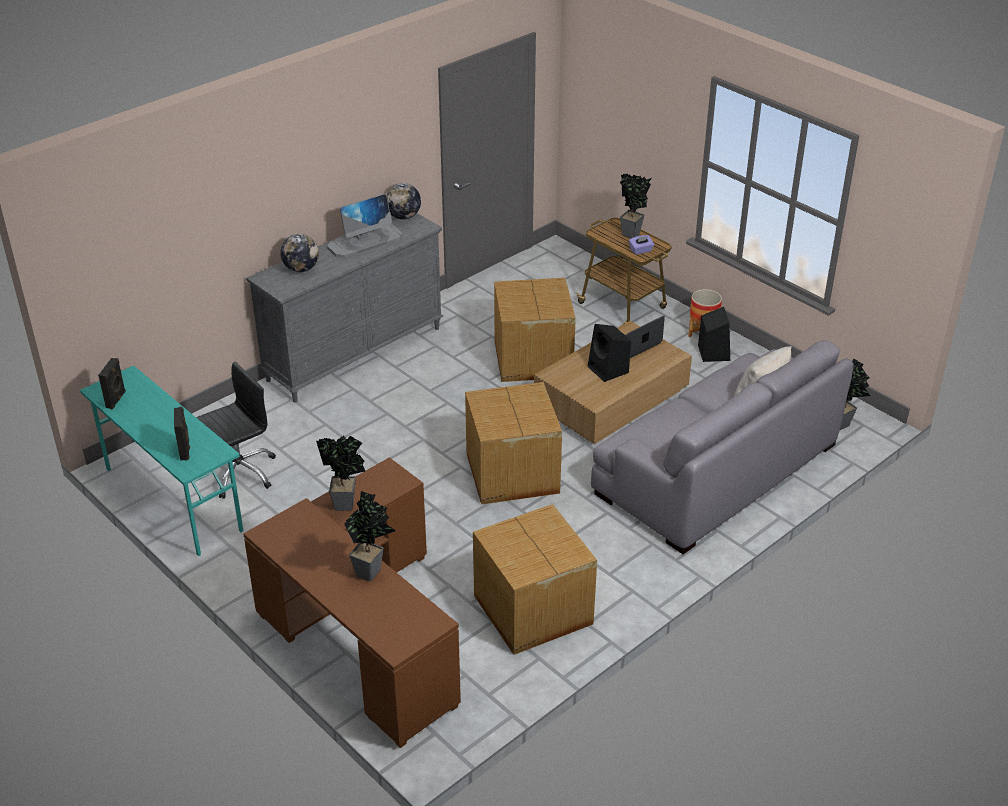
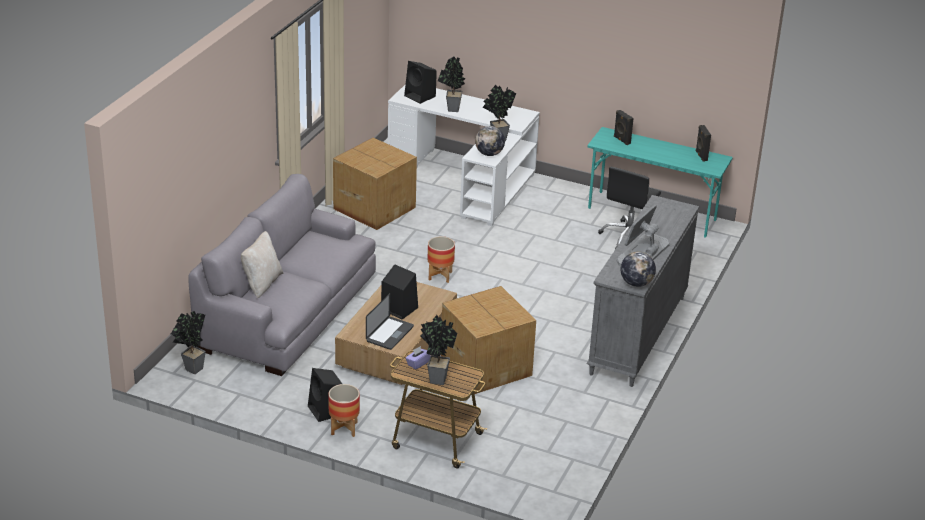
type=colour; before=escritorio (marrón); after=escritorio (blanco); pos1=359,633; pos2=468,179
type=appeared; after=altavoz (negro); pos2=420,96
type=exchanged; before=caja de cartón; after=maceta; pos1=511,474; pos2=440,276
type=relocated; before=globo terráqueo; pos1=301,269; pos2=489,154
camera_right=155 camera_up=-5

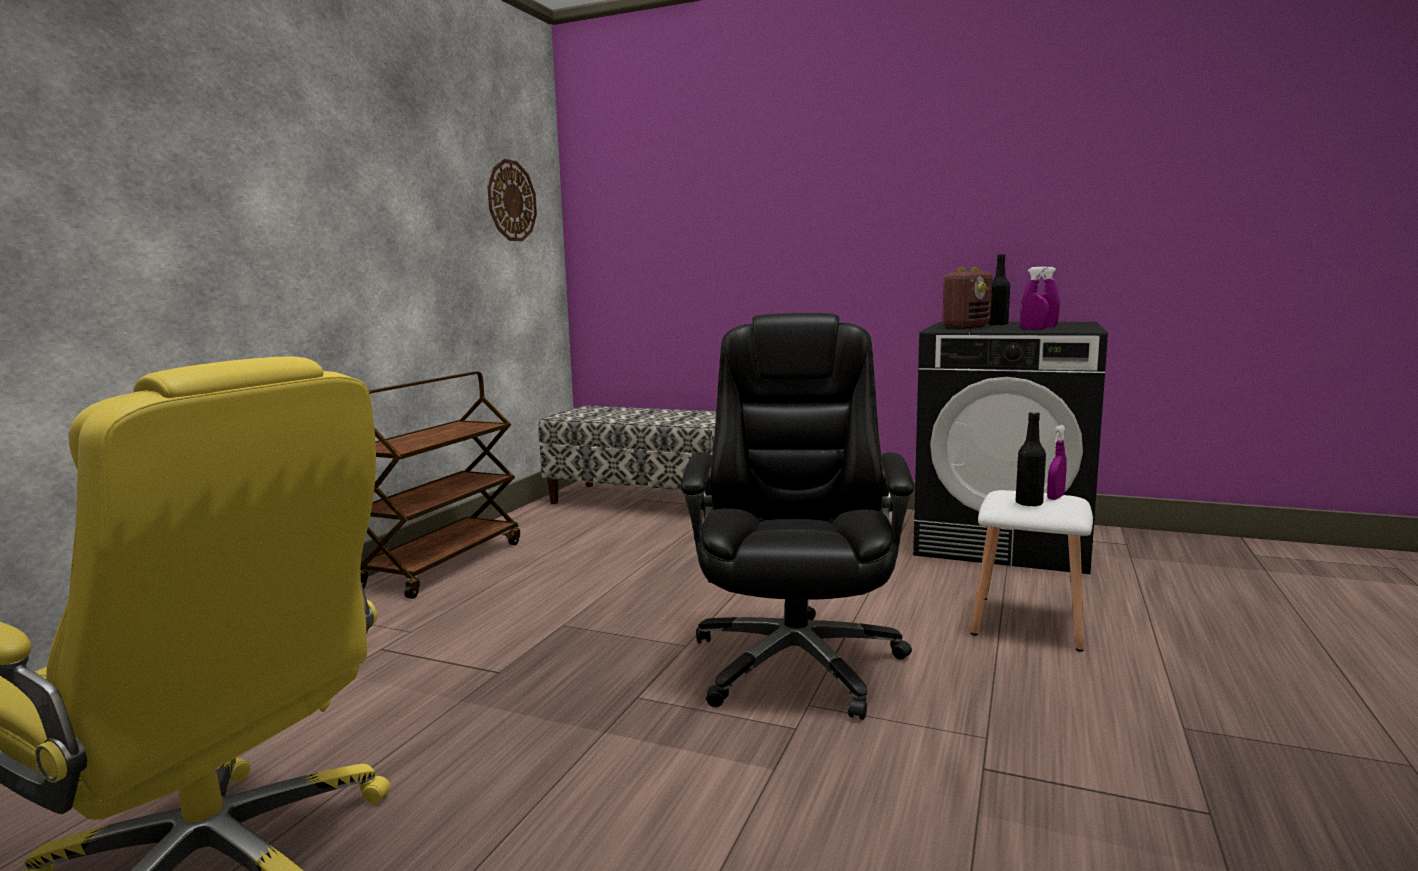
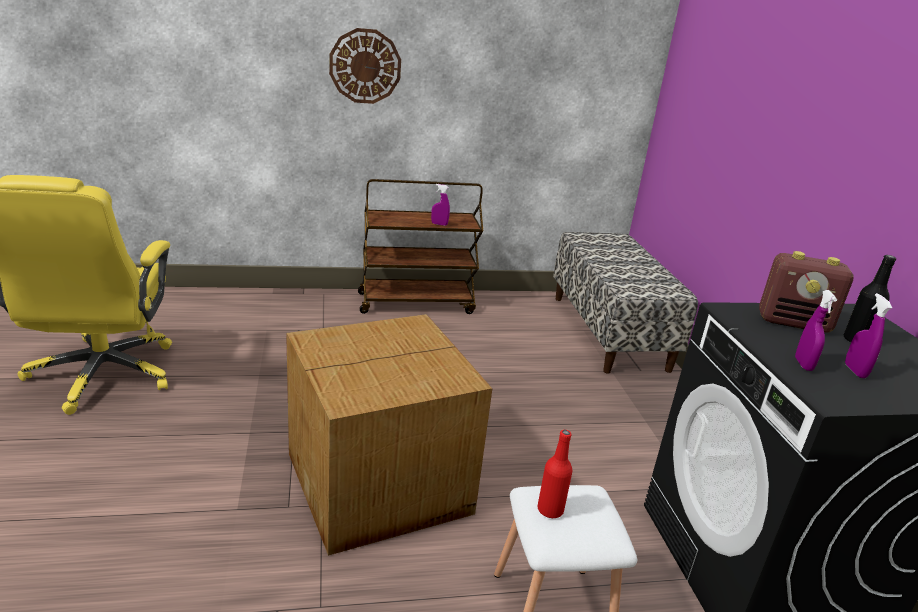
type=exchanged; before=silla de oficina (negro); after=caja de cartón; pos1=796,660; pos2=381,484
type=relocated; before=reloj de pared; pos1=511,201; pos2=365,66
type=relocated; before=pulverizador (morado); pos1=1055,497; pos2=439,224
type=colour; before=botella (negro); after=botella (rojo); pos1=1029,503; pos2=550,510
camera_right=55 camera_up=15

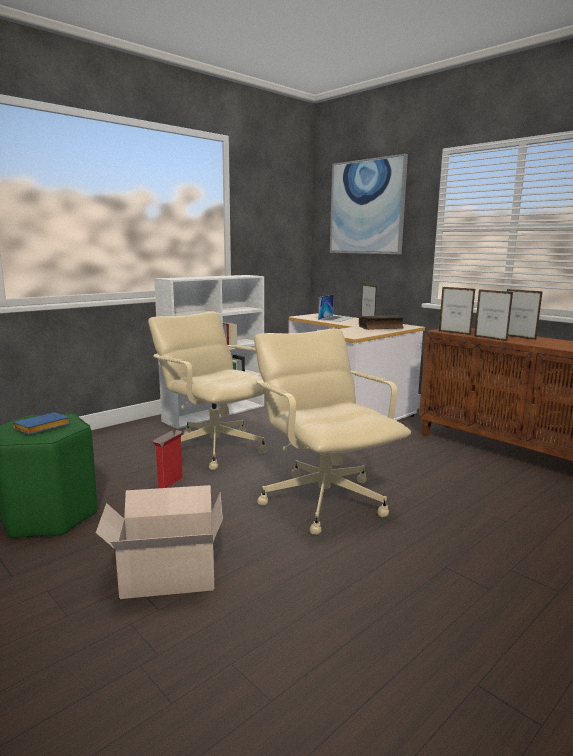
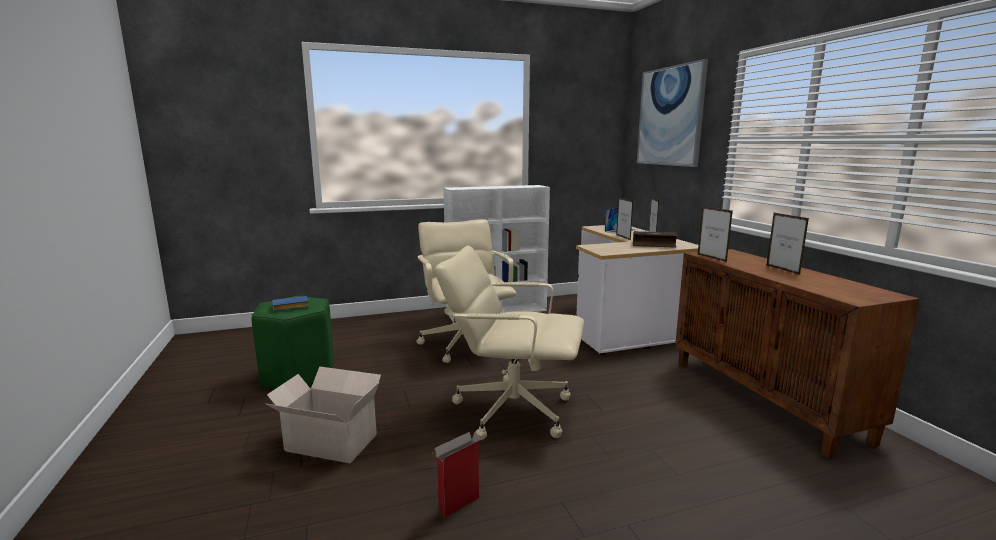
type=relocated; before=caja de cartón; pos1=170,483; pos2=458,505
type=spun; before=silla de oficina (beis); pos1=324,500; pos2=511,409; turn=-75
type=relocated; before=portarretratos; pos1=490,339; pos2=623,237
camera_right=25 camera_up=0

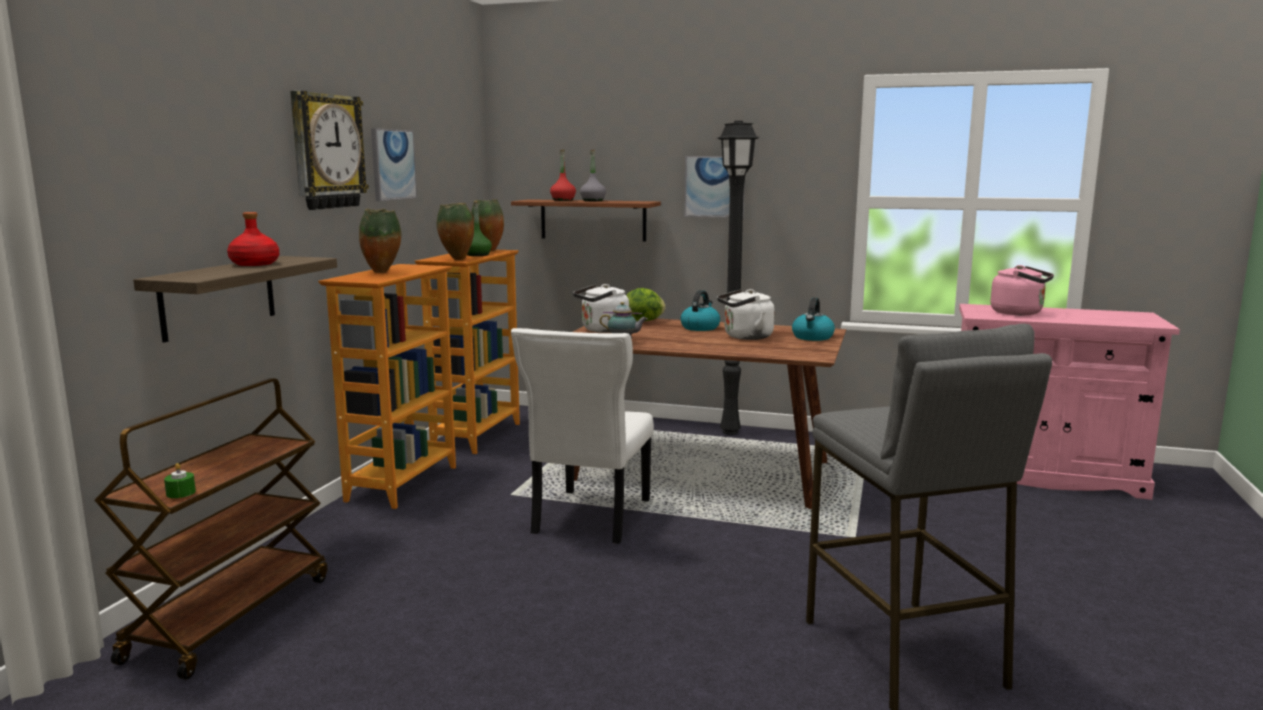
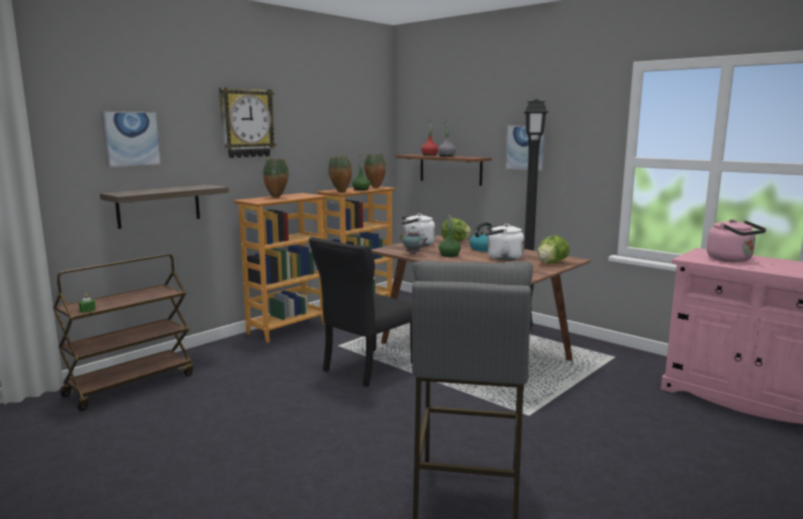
type=relocated; before=cuadro; pos1=393,164; pos2=131,138
type=colour; before=silla (blanco); after=silla (negro); pos1=589,518; pos2=366,368
type=appeared; after=botella (verde); pos2=449,255
type=exchanged; before=hervidor; after=lechuga; pos1=812,337; pos2=551,263
type=missing; before=botella (rojo); pos1=254,264
camera_right=25 camera_up=0

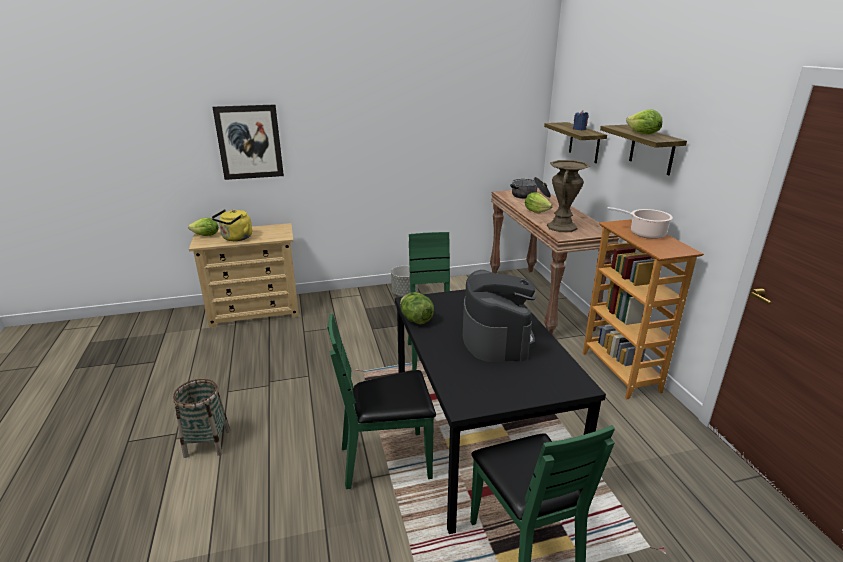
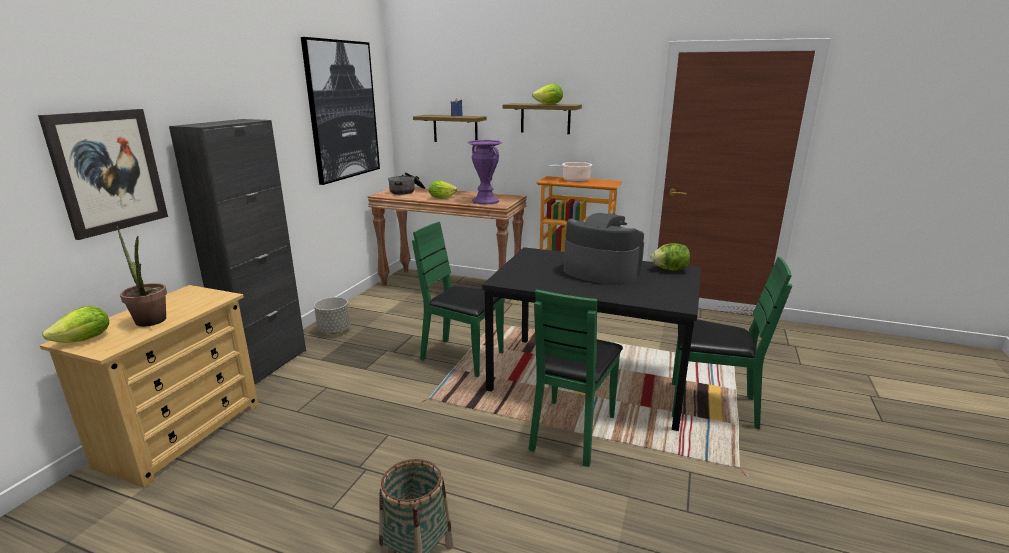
type=exchanged; before=hervidor (amarillo); after=planta en maceta; pos1=236,238; pos2=152,323
type=appeared; after=armario (negro); pos2=267,365
type=appeared; after=cuadro; pos2=343,110
type=colour; before=florero (marrón); after=florero (morado); pos1=562,227; pos2=485,201
type=relocated; before=lechuga; pos1=416,320; pos2=669,269
camera_right=-55 camera_up=-5

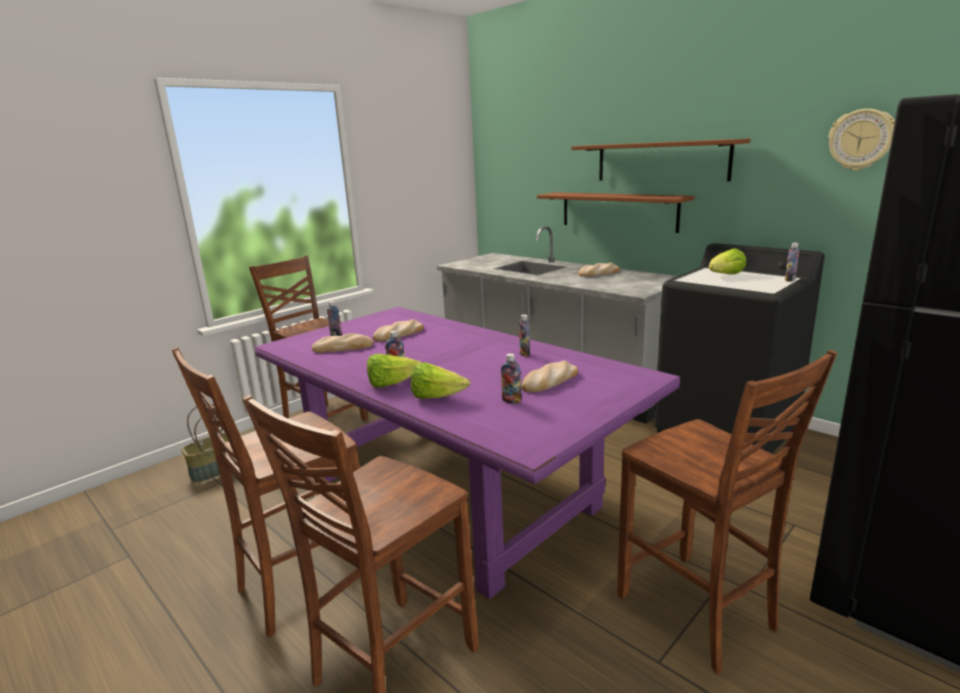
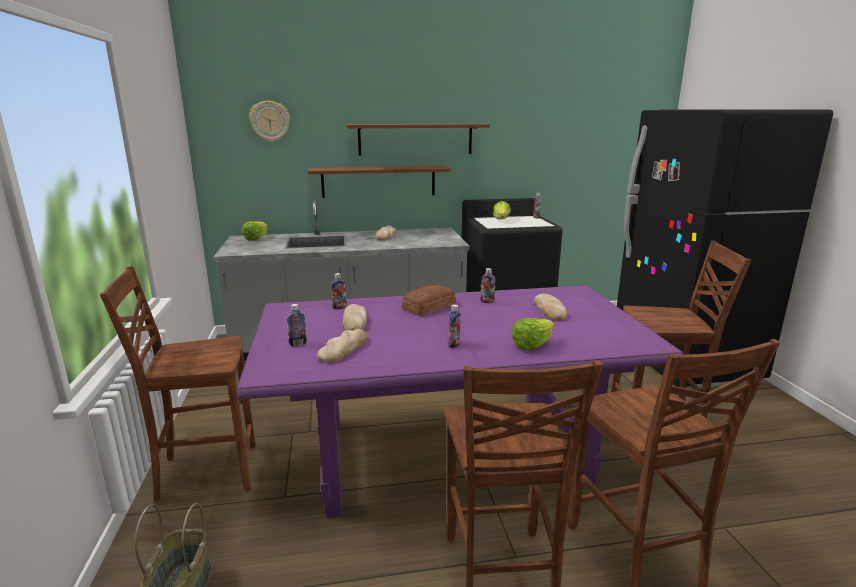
type=relocated; before=lechuga; pos1=391,384; pos2=256,238
type=relocated; before=reloj de pared; pos1=861,140; pos2=270,121
type=relocated; before=botella; pos1=511,401; pos2=339,307
type=appeared; after=pan; pos2=427,306
camera_right=-55 camera_up=0

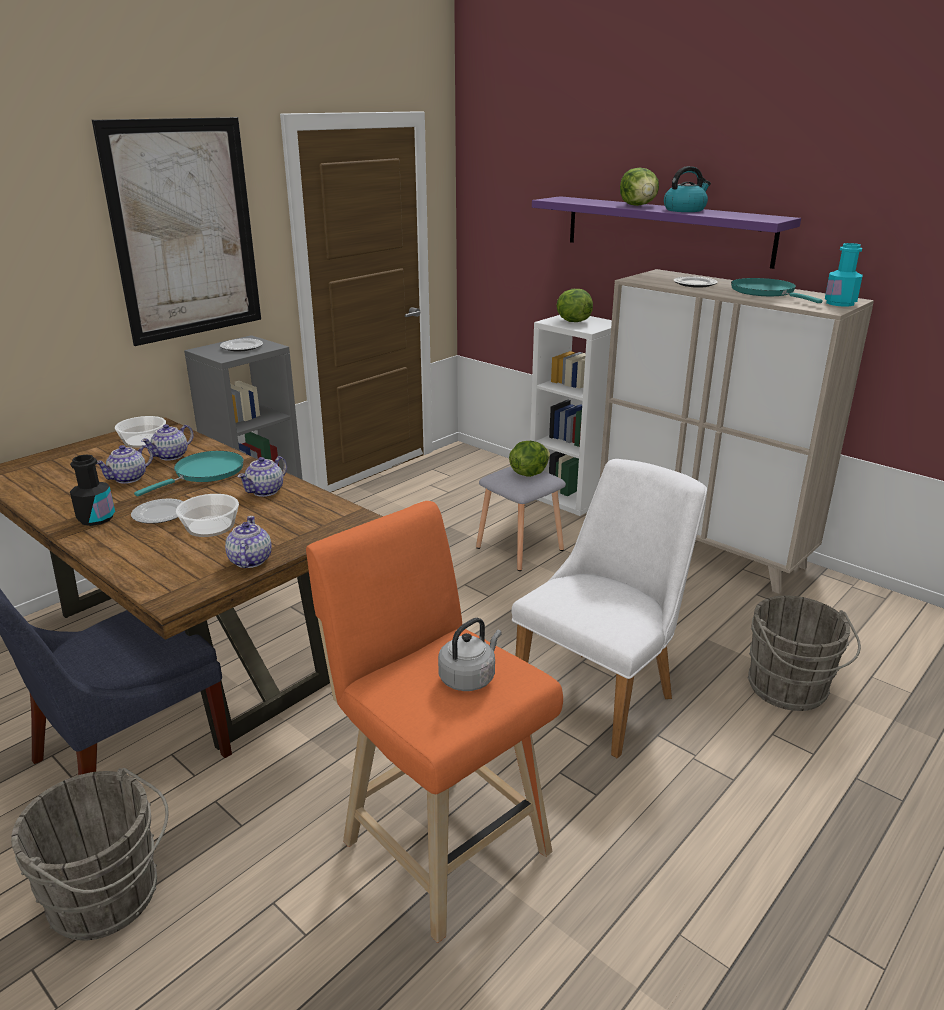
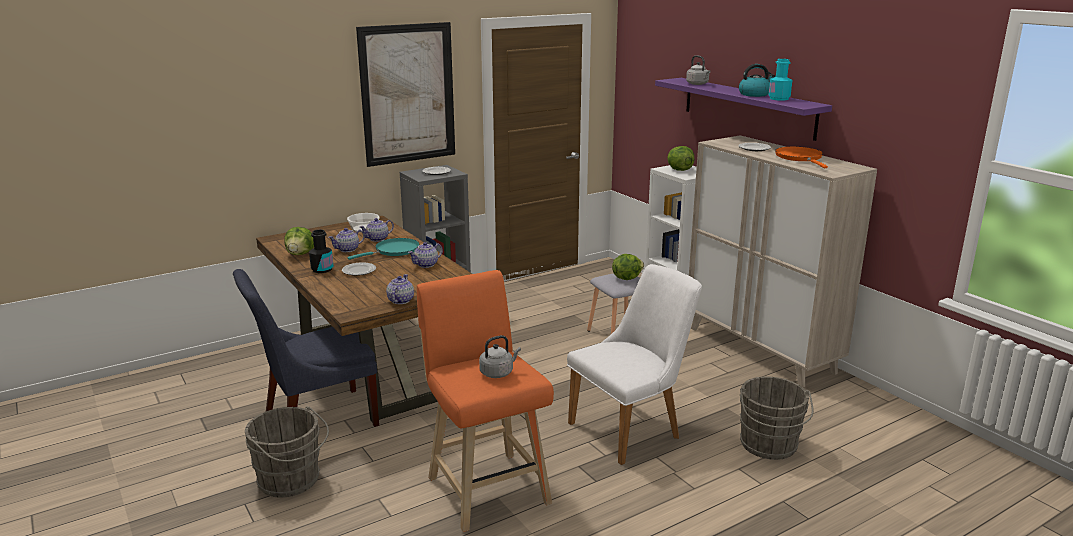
type=relocated; before=lechuga; pos1=638,205; pos2=301,254
type=appeared; after=hervidor (gris); pos2=698,84
type=relocated; before=botella (turquesa); pos1=840,303; pos2=779,99
type=colour; before=sartén (turquesa); after=sartén (naranja); pos1=766,292; pos2=800,158
type=missing; before=cuenco; pos1=210,526
camera_right=15 camera_up=-5

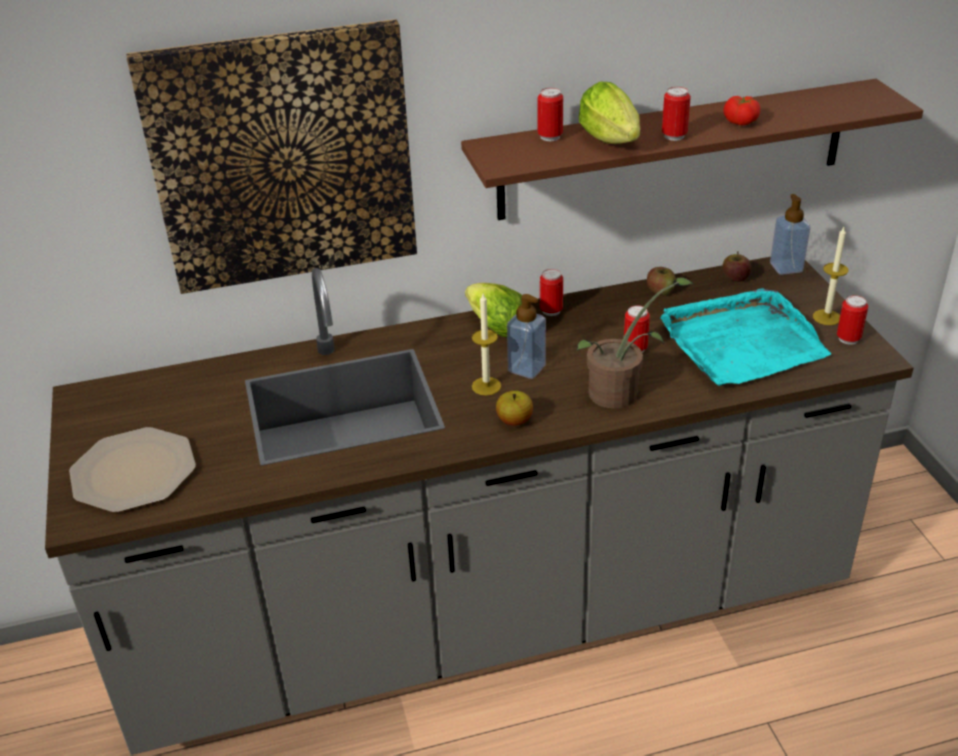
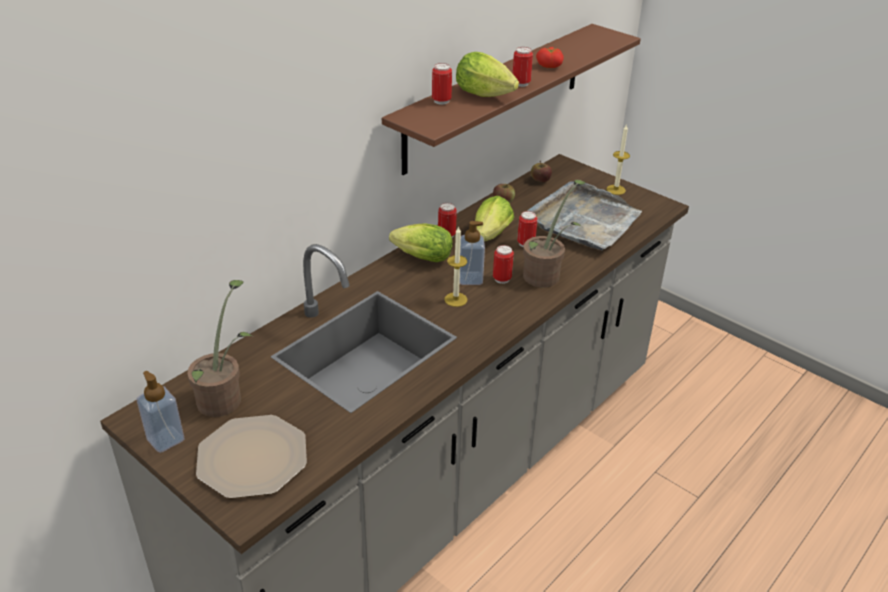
type=relocated; before=dispensador de jabón; pos1=786,267; pos2=165,439
type=appeared; after=planta en maceta; pos2=224,397
type=appeared; after=lechuga; pos2=490,237
type=relocated; before=lata; pos1=848,339; pos2=502,279
type=colour; before=bandeja (turquesa); after=bandeja (gris); pos1=741,343; pos2=584,220
type=missing; before=cuadro; pos1=283,158
type=missing; before=manzana; pos1=514,421
camera_right=-35 camera_up=0

